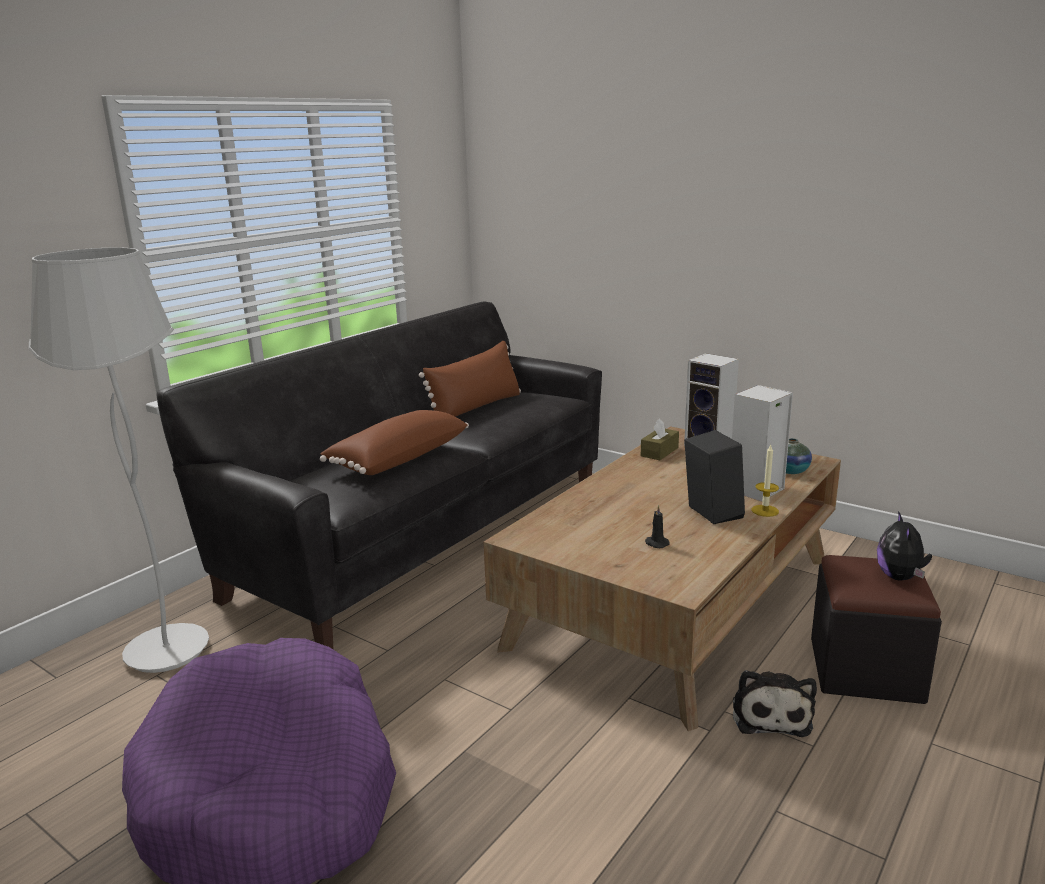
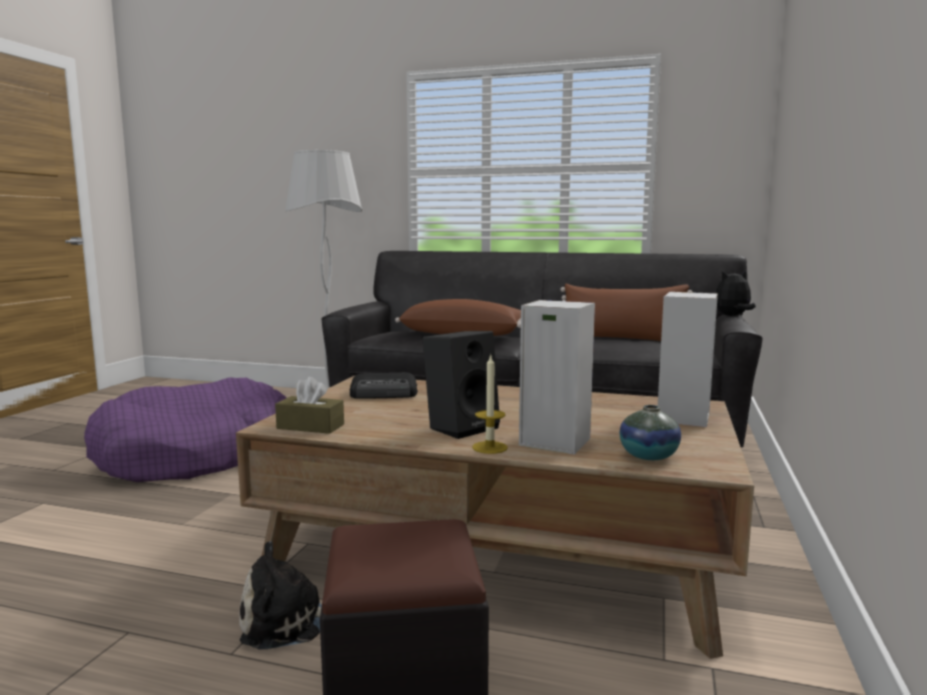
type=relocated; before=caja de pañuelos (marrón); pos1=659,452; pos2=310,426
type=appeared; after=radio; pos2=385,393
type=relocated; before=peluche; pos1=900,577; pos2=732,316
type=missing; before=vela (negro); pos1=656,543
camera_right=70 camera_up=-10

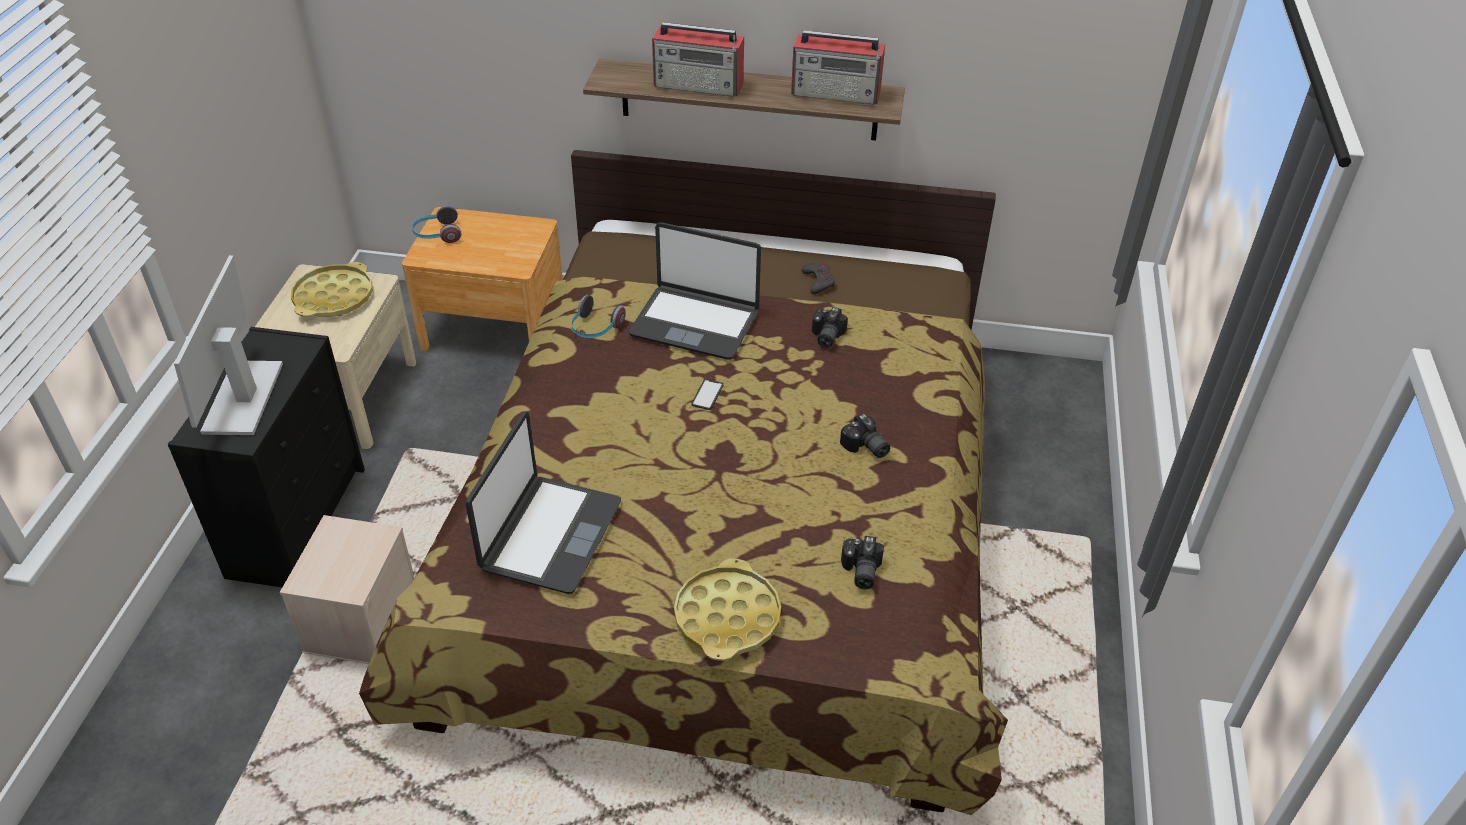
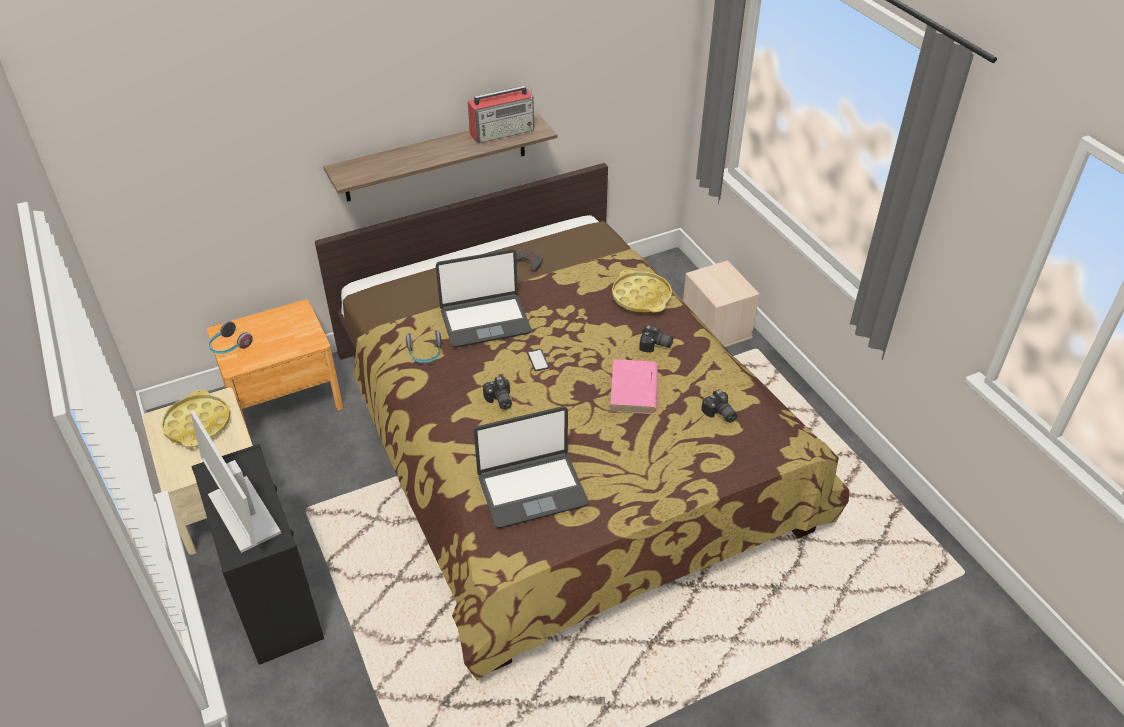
type=spun; before=portátil; pos1=549,535; pos2=532,489; turn=90
type=relocated; before=cámara; pos1=825,336; pos2=499,400
type=appeared; after=libro (rosa); pos2=634,390
type=relocated; before=bandeja (amarillo); pos1=727,617; pos2=641,297
type=relocated; before=caja de almacenaje (beis); pos1=361,619; pos2=714,327
type=missing; before=radio; pos1=699,85
camera_right=-35 camera_up=0

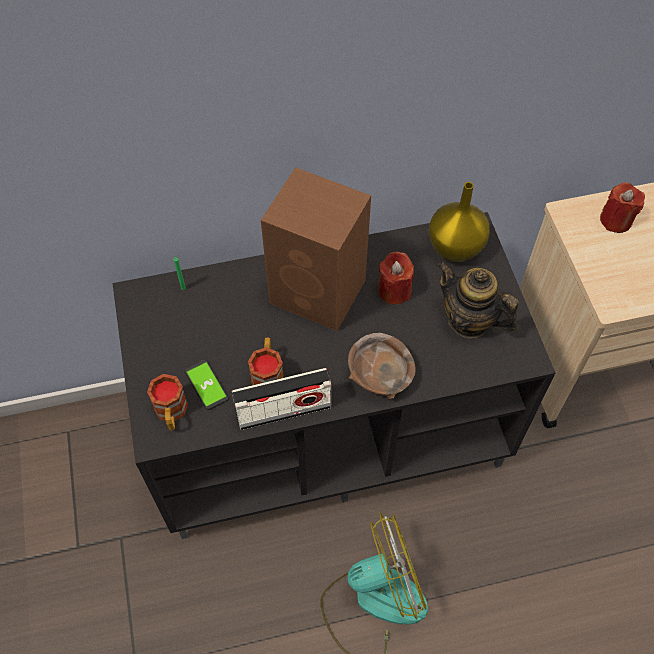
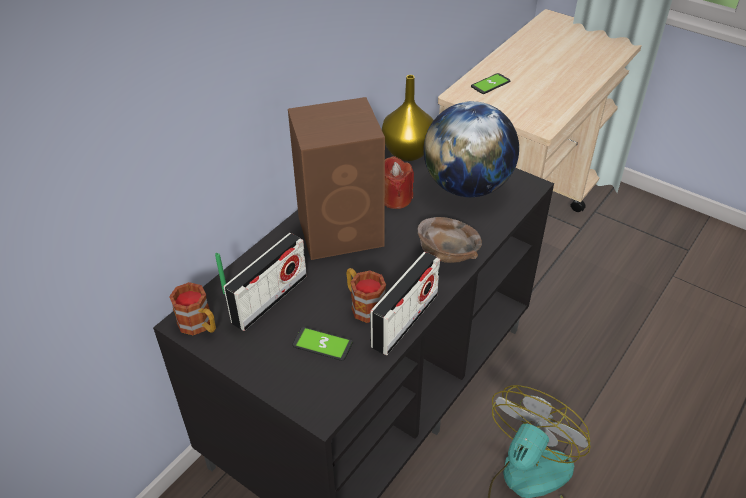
type=relocated; before=taza grande; pos1=171,413; pos2=199,325
type=appeared; after=radio; pos2=270,299
type=exchanged; before=tetera; after=globo terráqueo; pos1=469,320; pos2=467,186
type=exchanged; before=vela (rojo); after=móvil; pos1=616,220; pos2=490,84
camera_right=-40 camera_up=-15

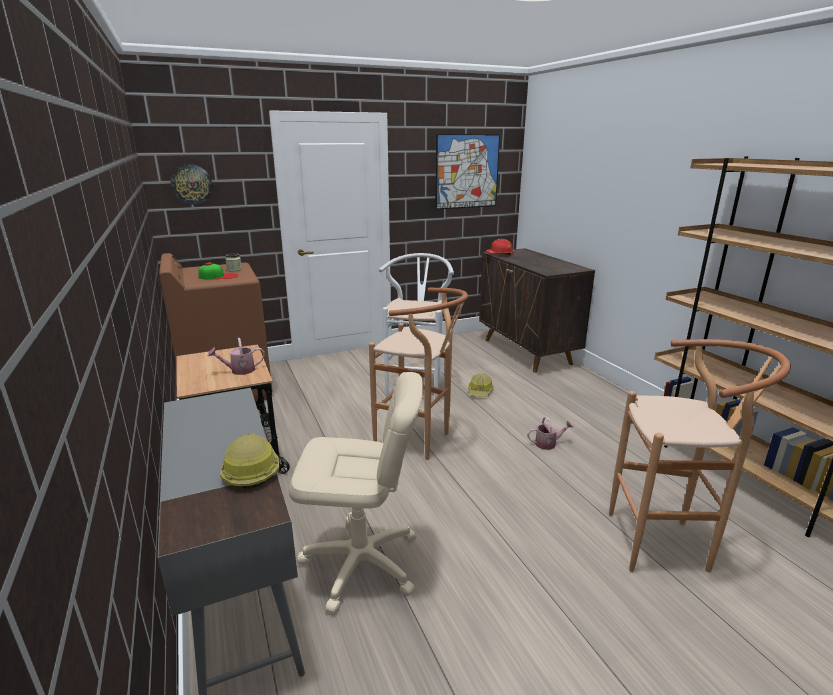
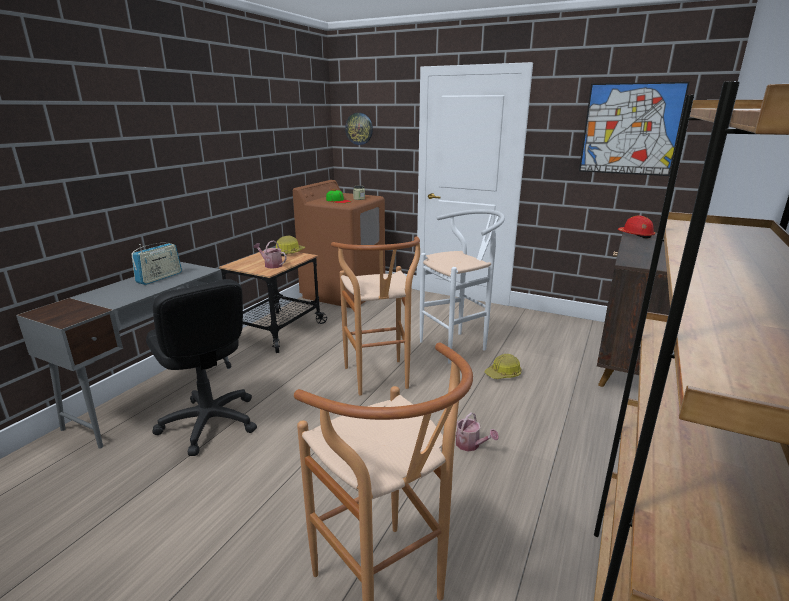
type=appeared; after=radio; pos2=159,278
type=colour; before=silla de oficina (beis); after=silla de oficina (negro); pos1=361,564; pos2=209,423
type=relocated; before=casco; pos1=251,470; pos2=289,252
camera_right=50 camera_up=0

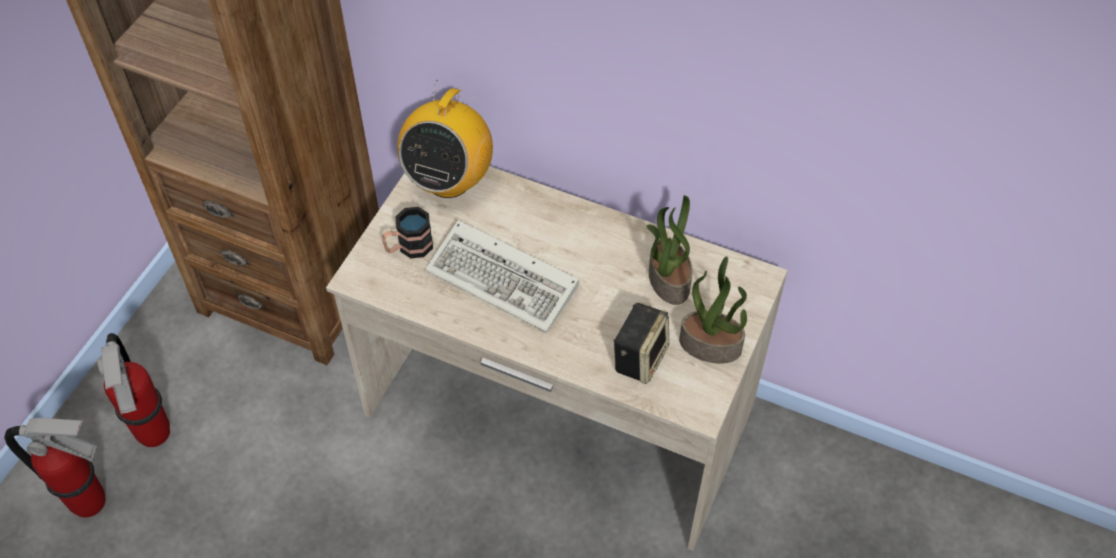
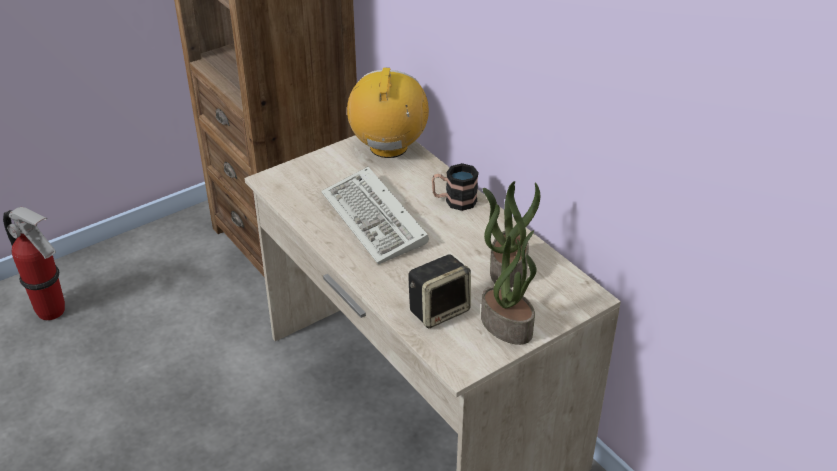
type=spun; before=radio; pos1=449,180; pos2=388,147; turn=135
type=relocated; before=taza grande; pos1=409,247; pos2=454,201
type=missing; before=extintor; pos1=154,434
camera_right=30 camera_up=-15

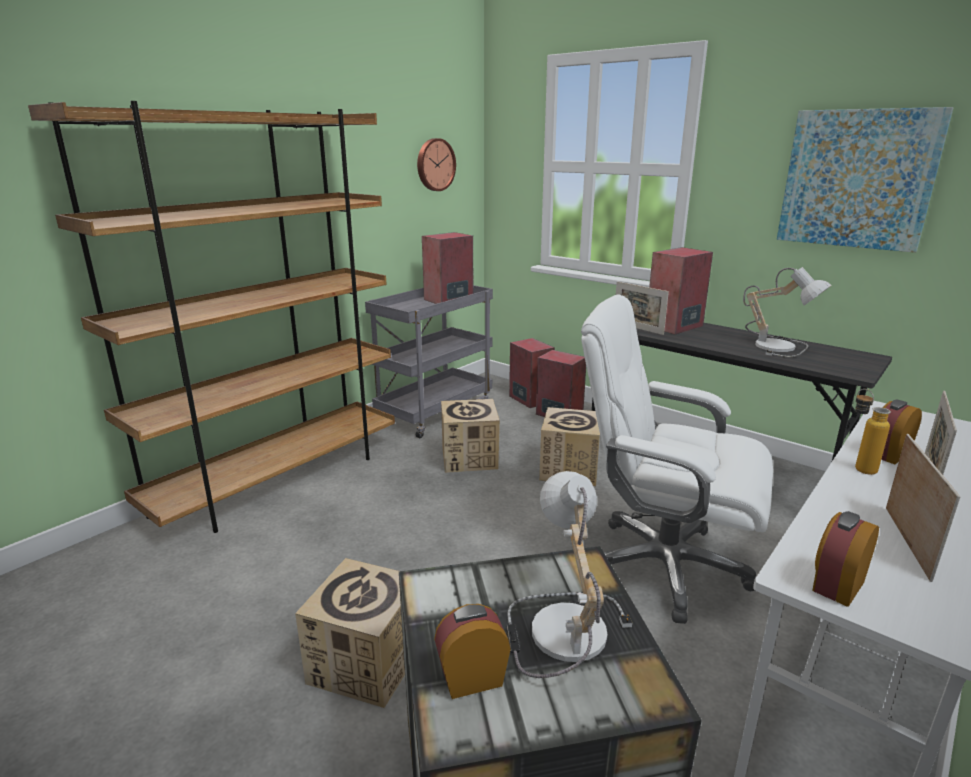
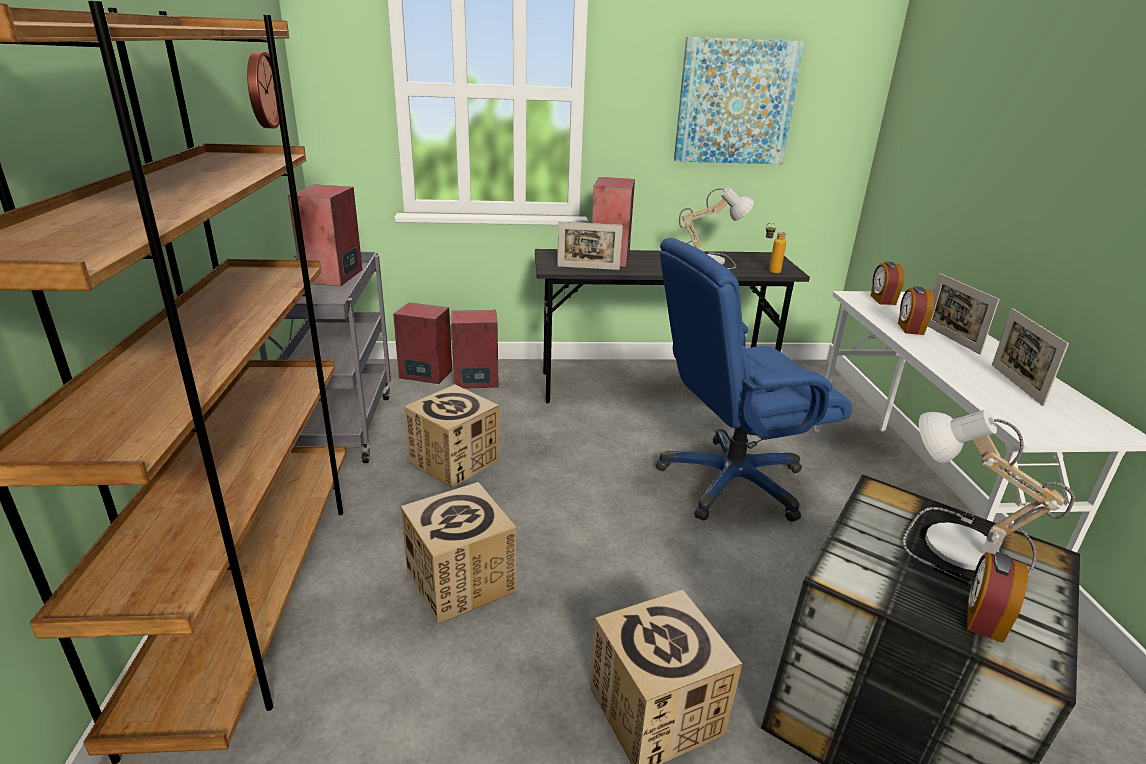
type=relocated; before=caja de cartón; pos1=569,469; pos2=460,581
type=colour; before=silla de oficina (blanco); after=silla de oficina (azul); pos1=663,565; pos2=730,482
type=relocated; before=botella; pos1=858,466; pos2=769,271
type=relocated; before=despertador; pos1=836,586; pos2=882,300
type=spun; before=portarretratos; pos1=907,542; pos2=1016,384; turn=-150
camera_right=-45 camera_up=5

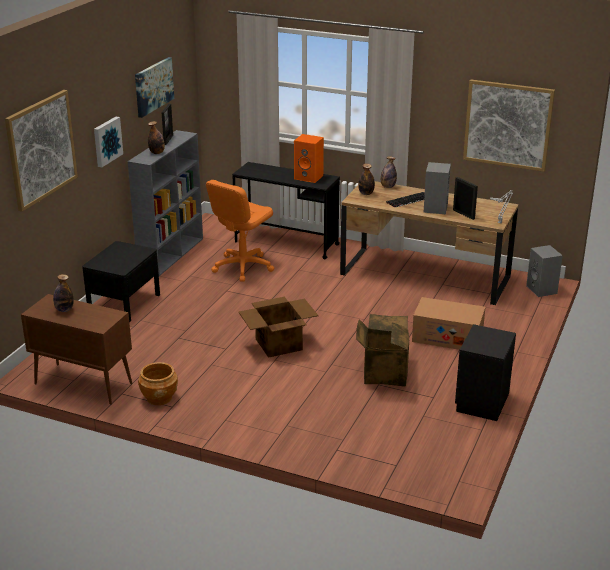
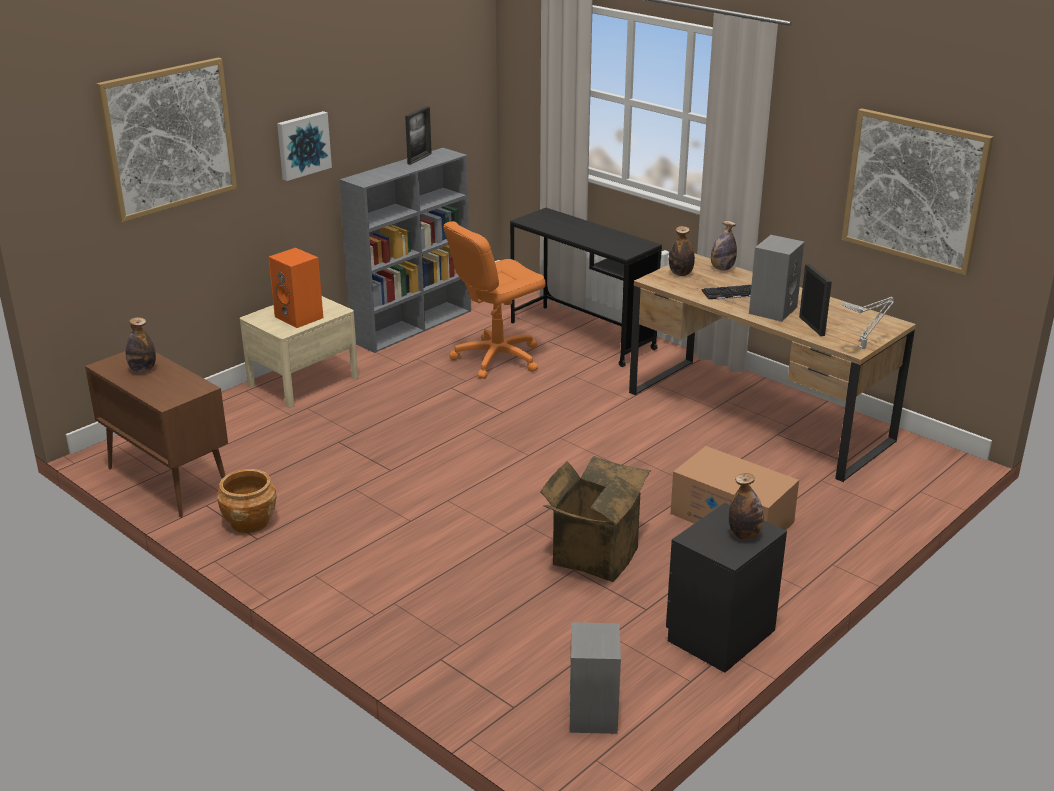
type=colour; before=mesita de noche (negro); after=mesita de noche (beis); pos1=124,303; pos2=303,381
type=relocated; before=altavoz (naranja); pos1=309,177; pos2=300,317
type=relocated; before=altavoz (gris); pos1=542,290; pos2=594,715
type=relocated; before=botella; pos1=157,153; pos2=744,535
type=missing; before=cuadro; pos1=153,86
type=missing; before=caja de cartón; pos1=278,344
camera_right=20 camera_up=0

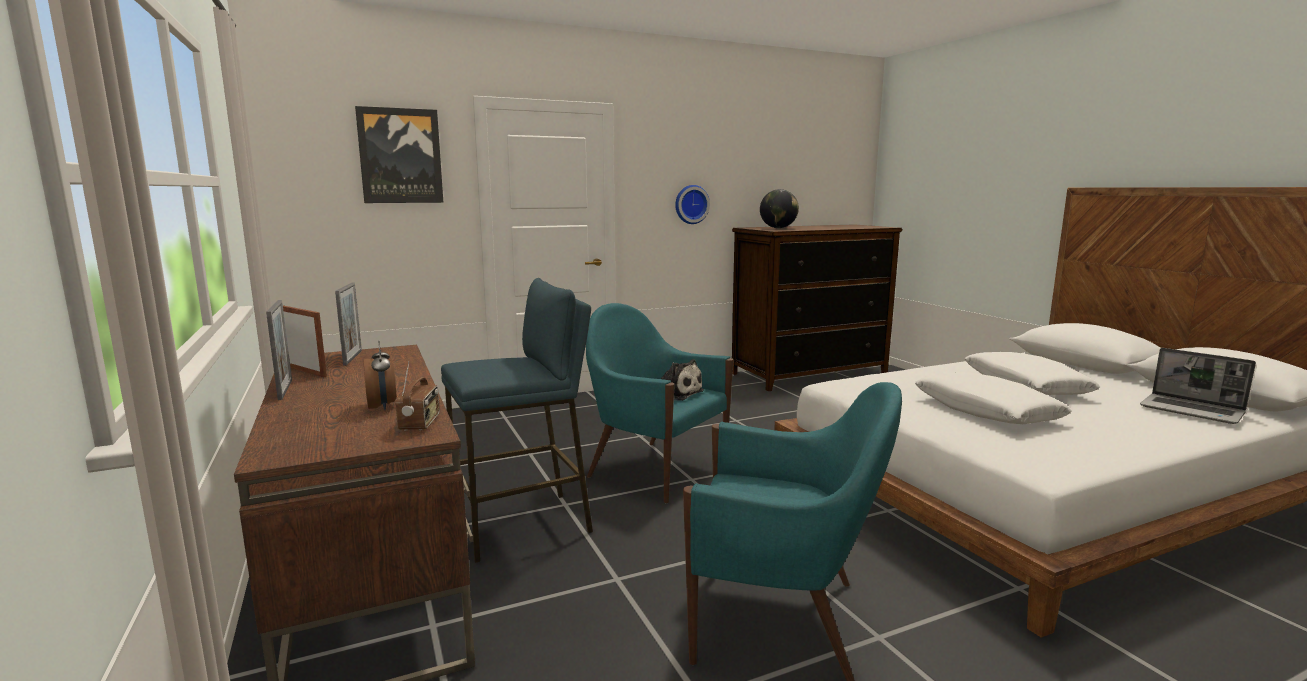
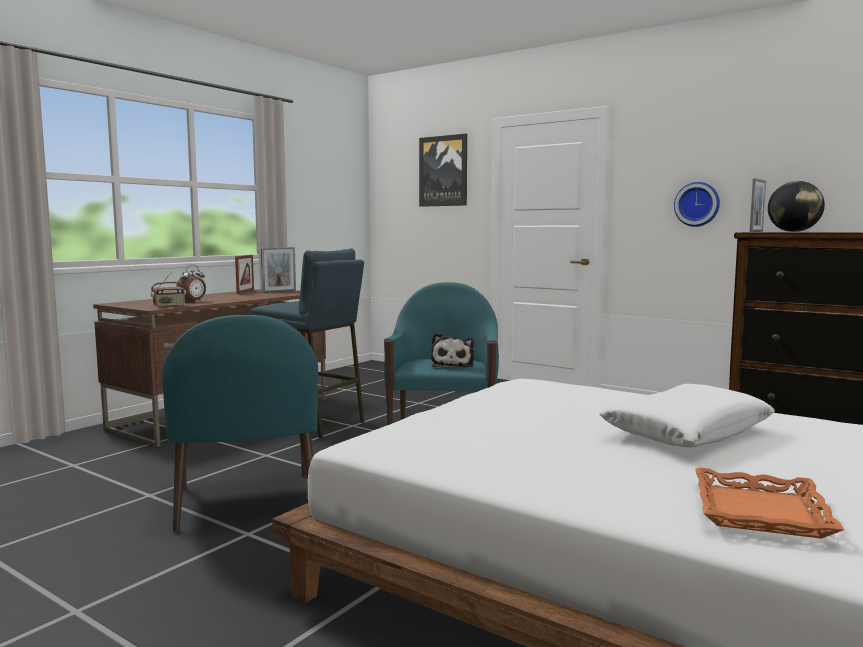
type=exchanged; before=portátil; after=bandeja (naranja); pos1=1193,410; pos2=761,512
type=relocated; before=portarretratos; pos1=285,389; pos2=756,231
type=missing; before=cojín (blanco); pos1=986,411
camera_right=60 camera_up=-5

